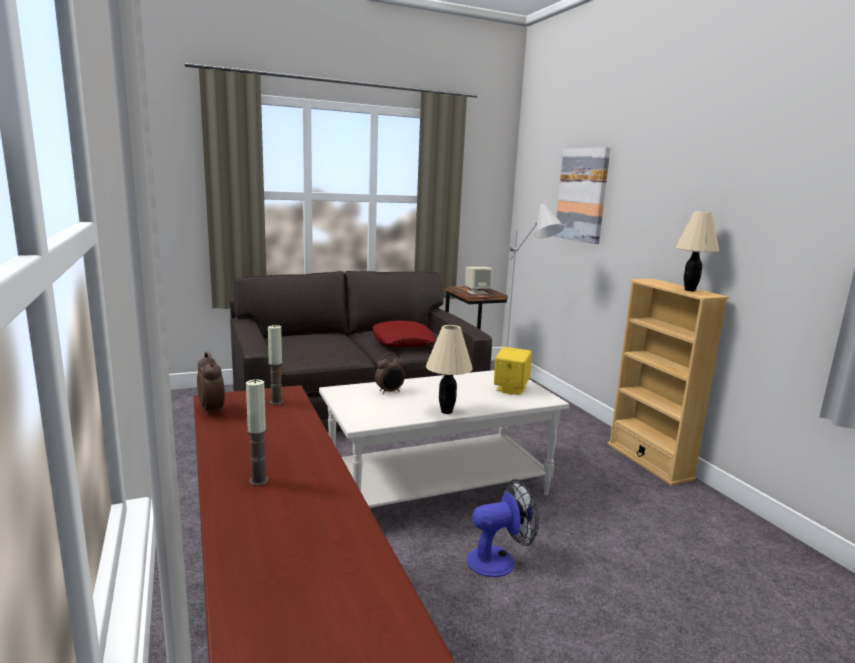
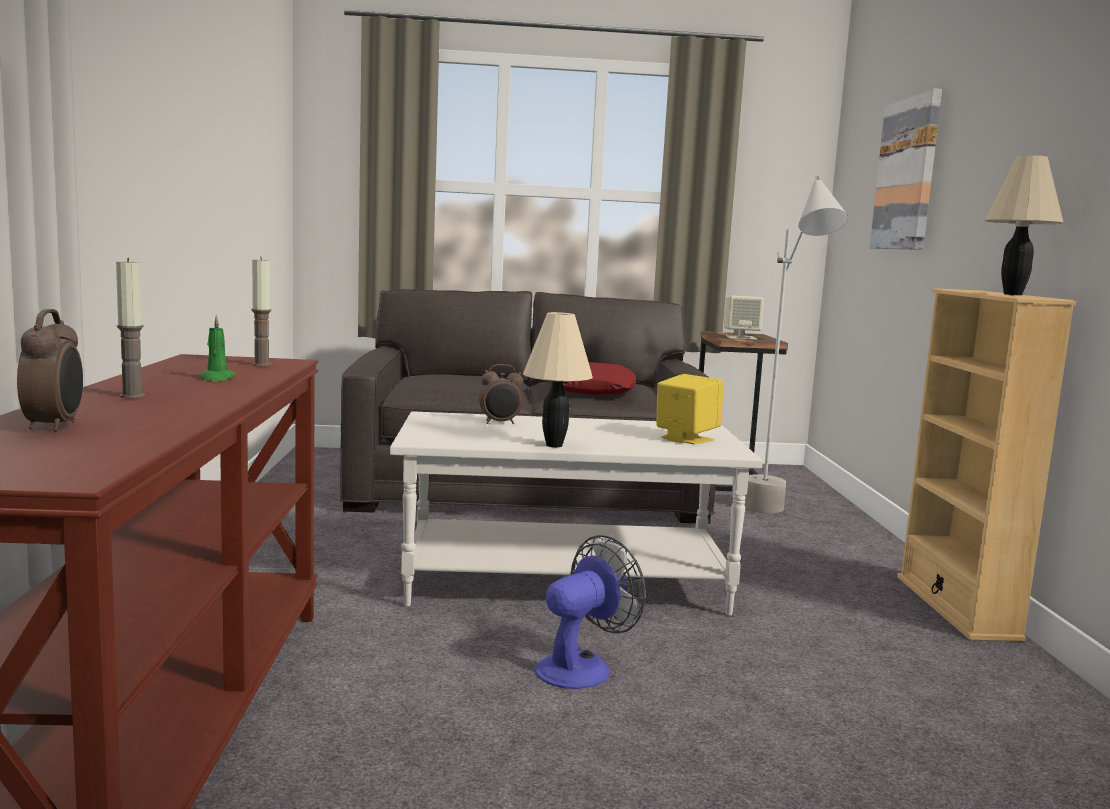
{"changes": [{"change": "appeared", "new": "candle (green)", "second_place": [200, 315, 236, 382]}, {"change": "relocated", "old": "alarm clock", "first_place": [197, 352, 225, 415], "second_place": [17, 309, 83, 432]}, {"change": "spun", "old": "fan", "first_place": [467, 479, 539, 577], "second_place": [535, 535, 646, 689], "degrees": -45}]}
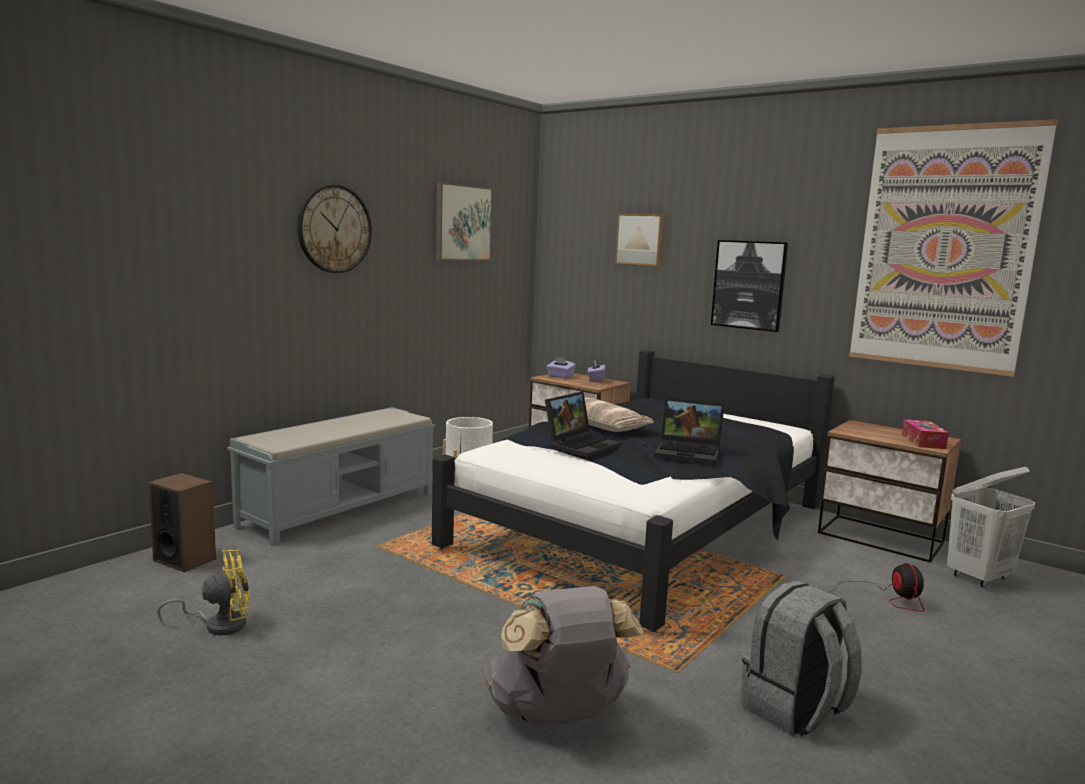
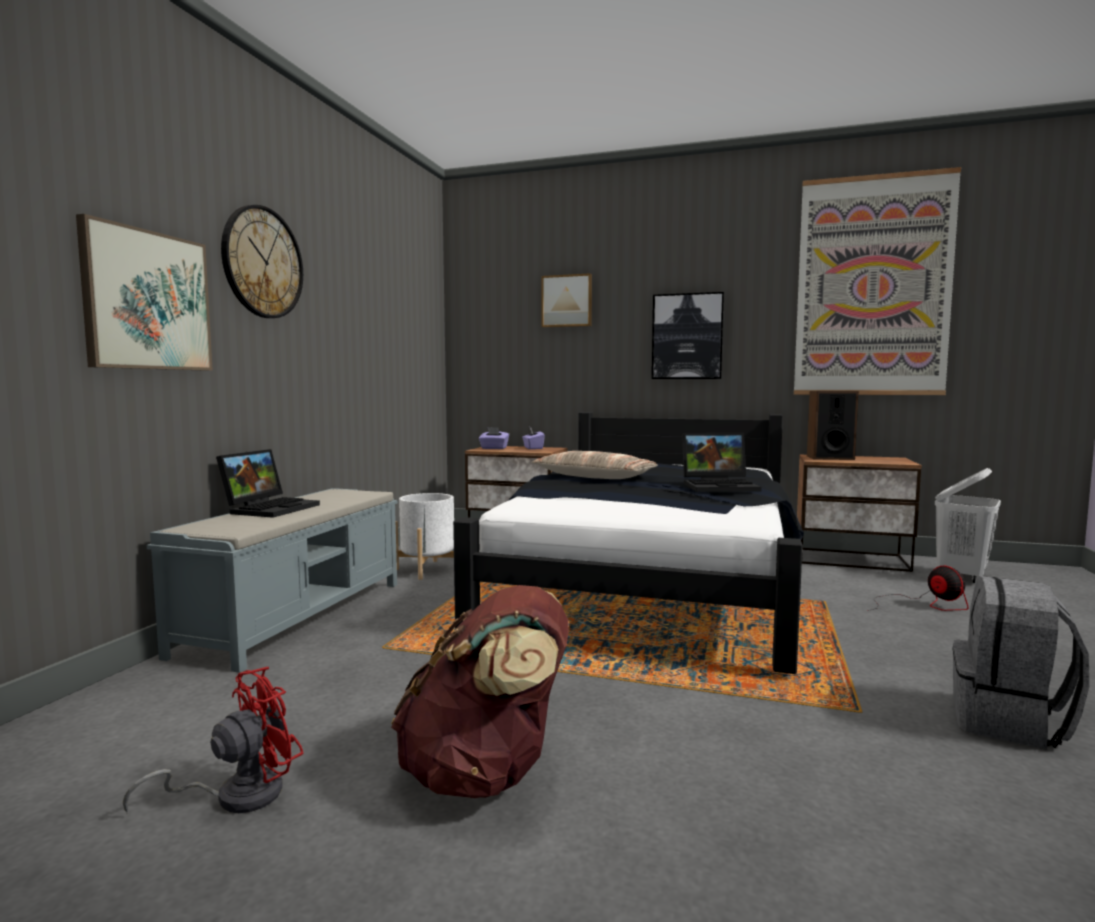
{"changes": [{"change": "missing", "old": "backpack (grey)", "first_place": [484, 586, 644, 726]}, {"change": "missing", "old": "tissue box", "first_place": [902, 419, 949, 449]}, {"change": "appeared", "new": "backpack (brown)", "second_place": [391, 585, 569, 798]}, {"change": "relocated", "old": "speaker", "first_place": [148, 473, 216, 572], "second_place": [807, 391, 859, 460]}, {"change": "relocated", "old": "picture", "first_place": [436, 182, 493, 261], "second_place": [76, 214, 213, 371]}, {"change": "relocated", "old": "laptop", "first_place": [545, 392, 621, 457], "second_place": [216, 449, 320, 518]}, {"change": "colour", "old": "fan (yellow)", "new": "fan (red)", "first_place": [157, 550, 251, 636], "second_place": [123, 667, 304, 815]}]}
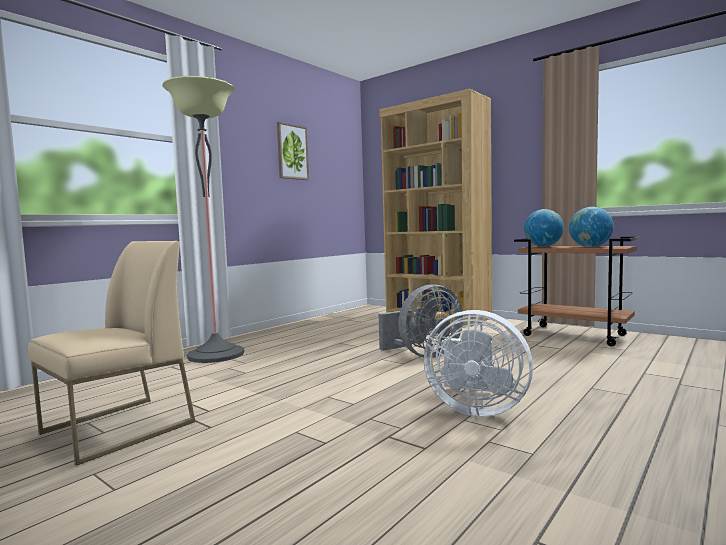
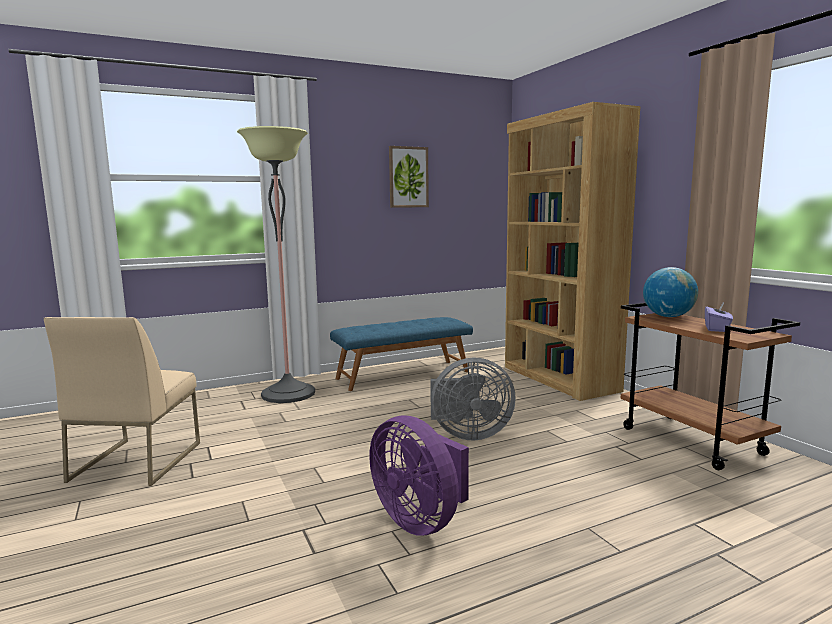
{"changes": [{"change": "appeared", "new": "bench (blue)", "second_place": [330, 317, 473, 391]}, {"change": "exchanged", "old": "globe", "new": "tissue box (purple)", "first_place": [569, 207, 614, 247], "second_place": [705, 301, 733, 332]}, {"change": "colour", "old": "fan (white)", "new": "fan (purple)", "first_place": [424, 310, 533, 417], "second_place": [369, 416, 469, 536]}, {"change": "spun", "old": "chair (beige)", "first_place": [28, 241, 196, 466], "second_place": [44, 317, 200, 486], "degrees": 120}]}
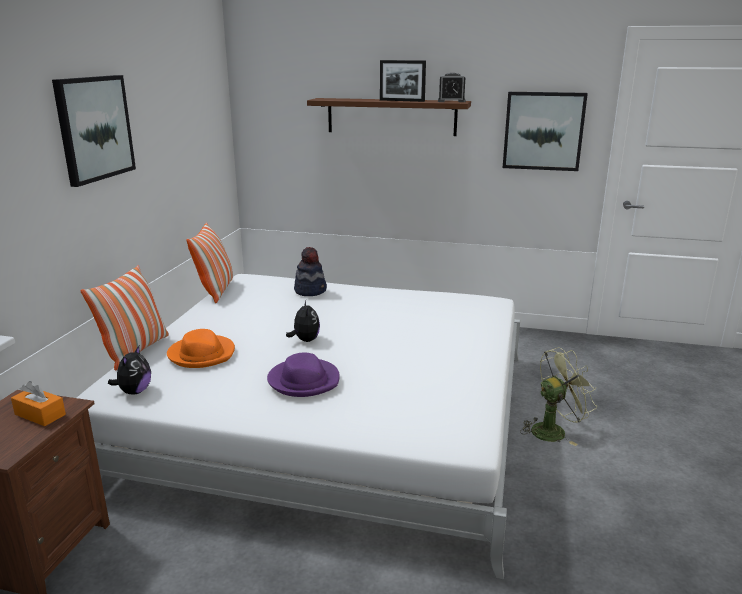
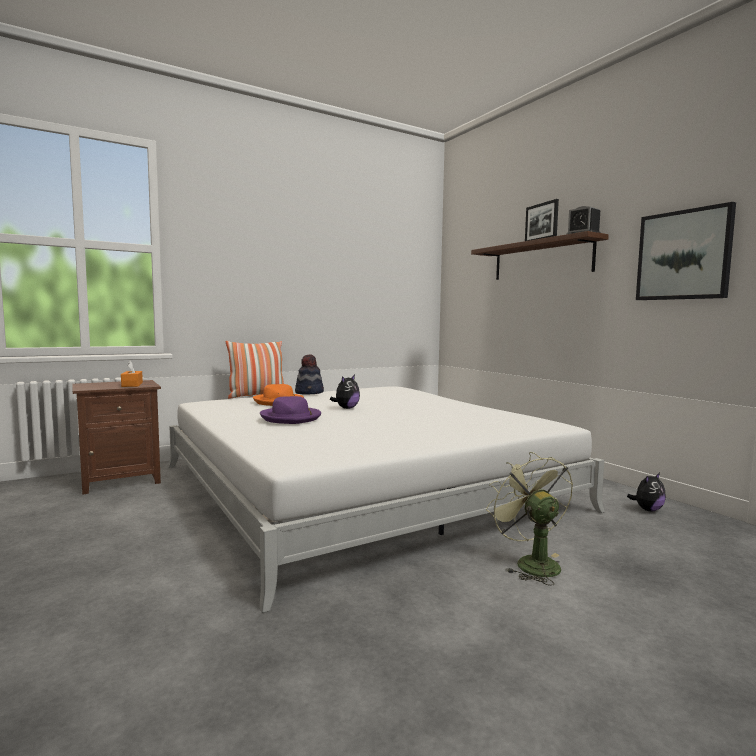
{"changes": [{"change": "missing", "old": "picture", "first_place": [52, 75, 136, 187]}, {"change": "missing", "old": "pillow", "first_place": [187, 222, 233, 303]}, {"change": "relocated", "old": "plush toy", "first_place": [108, 346, 151, 395], "second_place": [627, 473, 666, 511]}, {"change": "relocated", "old": "hat", "first_place": [294, 247, 327, 296], "second_place": [295, 355, 324, 395]}, {"change": "spun", "old": "fan (green)", "first_place": [520, 347, 597, 446], "second_place": [486, 452, 573, 586], "degrees": -135}]}
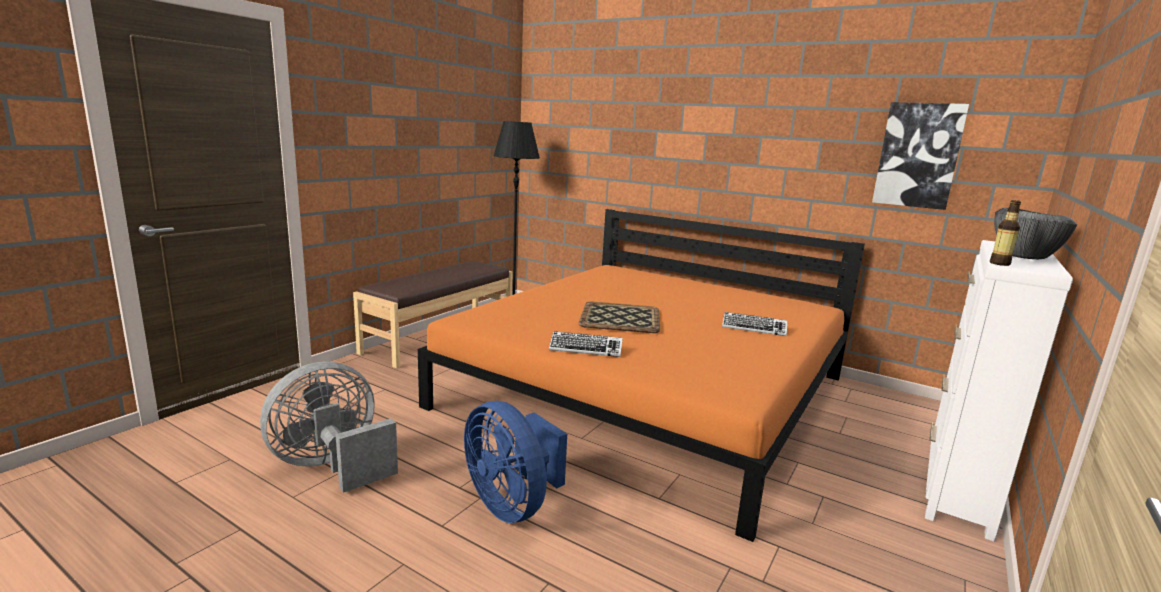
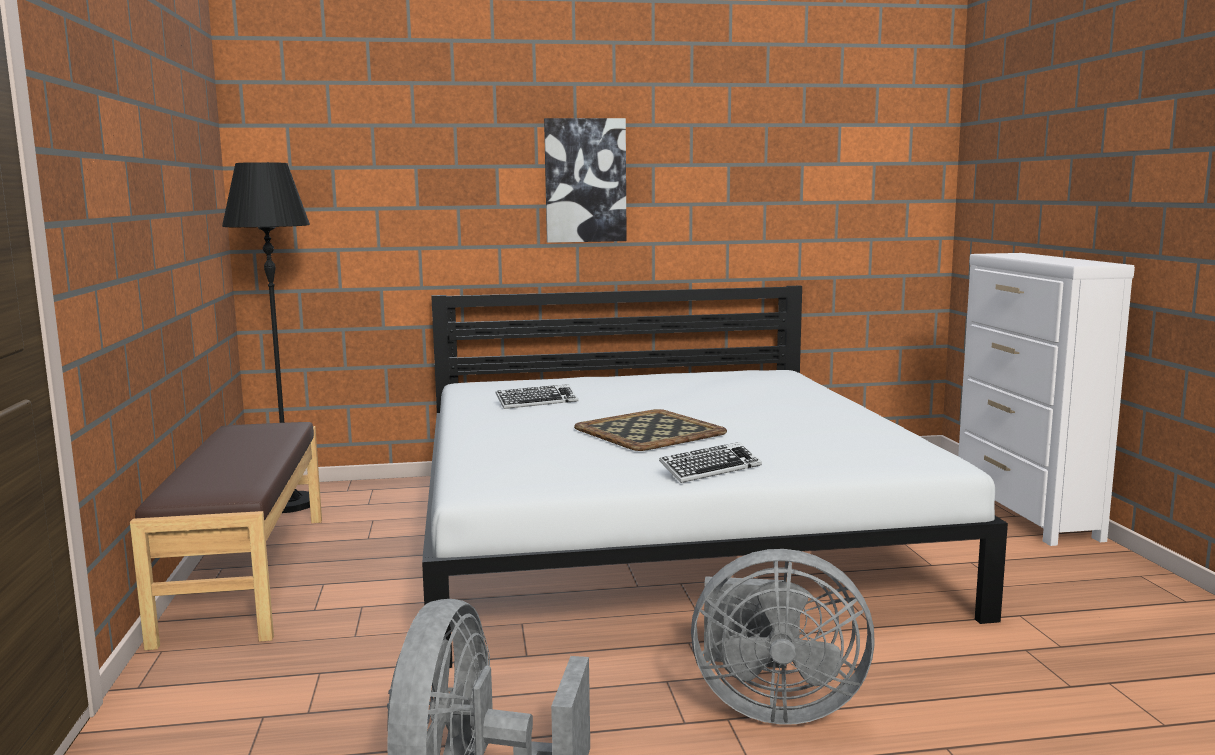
{"changes": [{"change": "missing", "old": "bottle", "first_place": [990, 200, 1021, 266]}, {"change": "missing", "old": "bowl", "first_place": [994, 208, 1077, 259]}, {"change": "relocated", "old": "keyboard", "first_place": [722, 312, 787, 336], "second_place": [496, 384, 578, 409]}, {"change": "relocated", "old": "picture", "first_place": [872, 102, 969, 210], "second_place": [544, 118, 627, 243]}, {"change": "colour", "old": "bed (orange)", "new": "bed (white)", "first_place": [418, 209, 865, 542], "second_place": [422, 286, 1008, 668]}, {"change": "colour", "old": "fan (blue)", "new": "fan (grey)", "first_place": [464, 401, 567, 523], "second_place": [691, 549, 875, 724]}]}
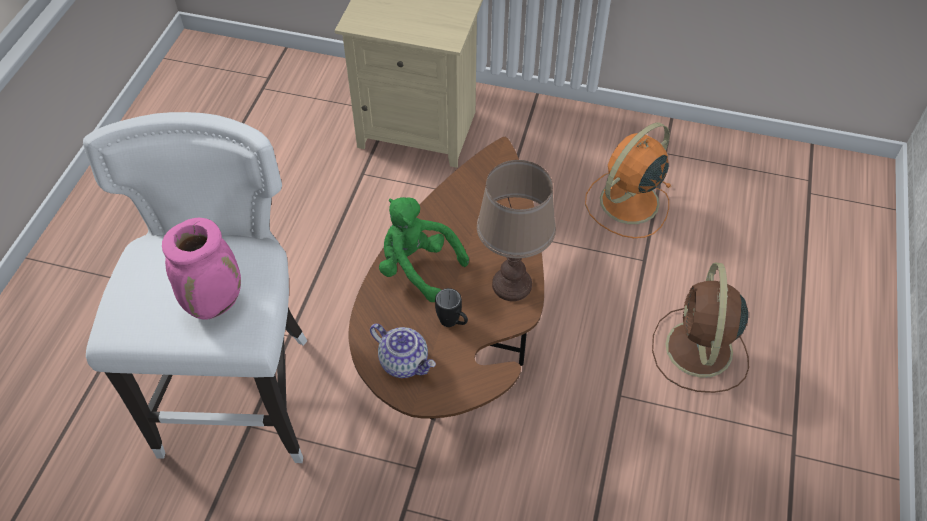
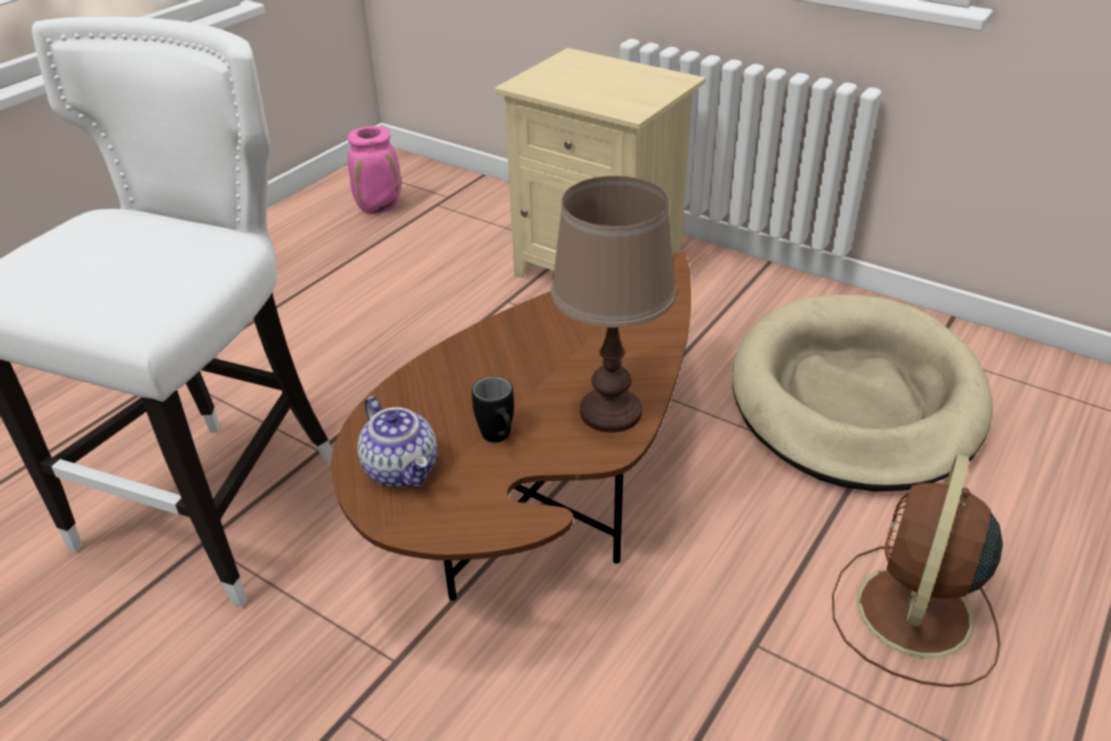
{"changes": [{"change": "missing", "old": "plush toy (green)", "first_place": [379, 197, 469, 302]}, {"change": "relocated", "old": "vase (pink)", "first_place": [162, 218, 241, 320], "second_place": [347, 126, 401, 214]}, {"change": "exchanged", "old": "fan (orange)", "new": "dog bed (beige)", "first_place": [585, 123, 672, 238], "second_place": [732, 295, 993, 492]}]}
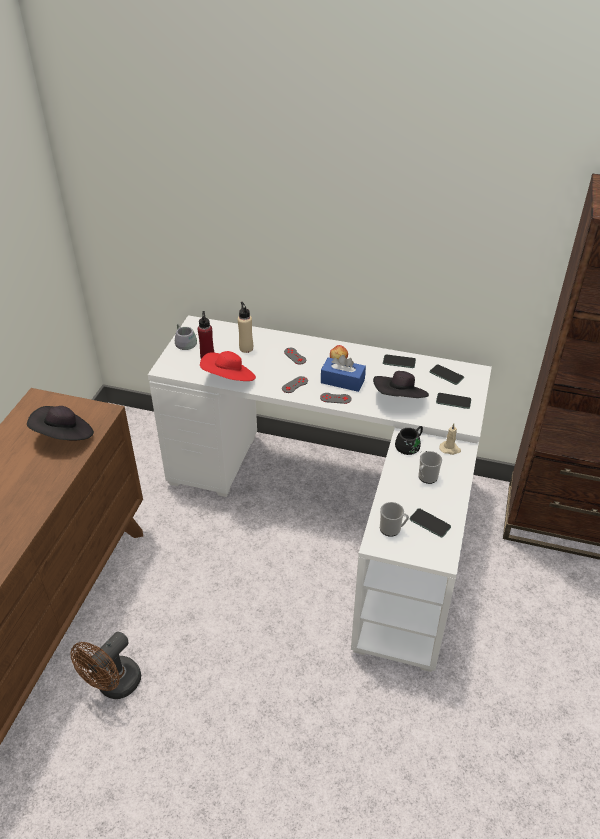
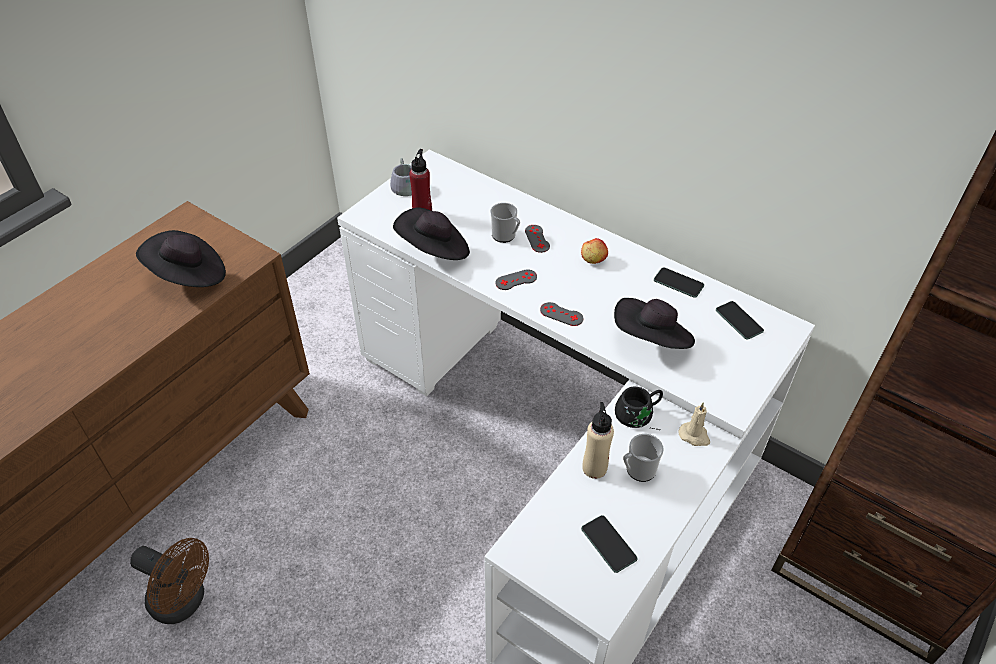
{"changes": [{"change": "missing", "old": "tissue box (blue)", "first_place": [321, 355, 366, 392]}, {"change": "missing", "old": "phone", "first_place": [436, 393, 471, 409]}, {"change": "relocated", "old": "bottle (beige)", "first_place": [238, 302, 253, 353], "second_place": [582, 402, 614, 479]}, {"change": "relocated", "old": "mug", "first_place": [380, 502, 409, 537], "second_place": [491, 203, 520, 243]}, {"change": "colour", "old": "hat (red)", "new": "hat (black)", "first_place": [200, 351, 256, 381], "second_place": [393, 207, 470, 260]}, {"change": "spun", "old": "fan (brown)", "first_place": [71, 632, 141, 699], "second_place": [130, 538, 209, 624], "degrees": -120}]}
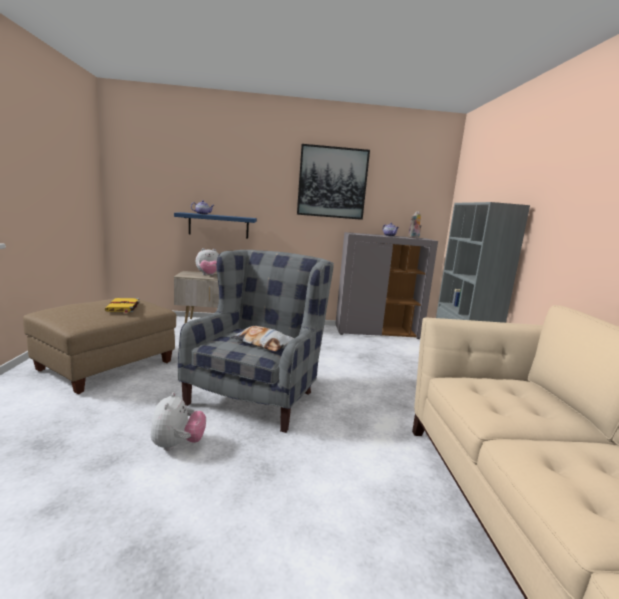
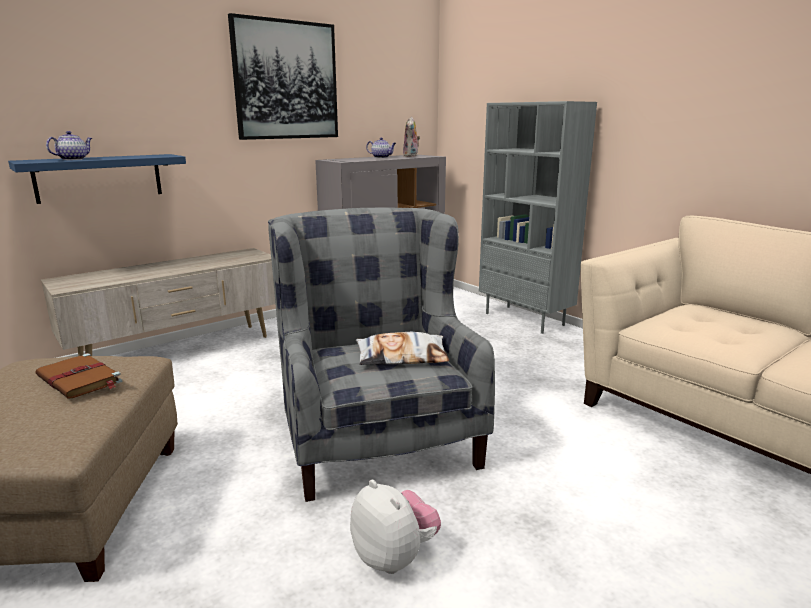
{"changes": [{"change": "missing", "old": "plush toy", "first_place": [196, 248, 219, 275]}, {"change": "colour", "old": "book (yellow)", "new": "book (brown)", "first_place": [105, 298, 140, 313], "second_place": [35, 353, 122, 399]}]}
